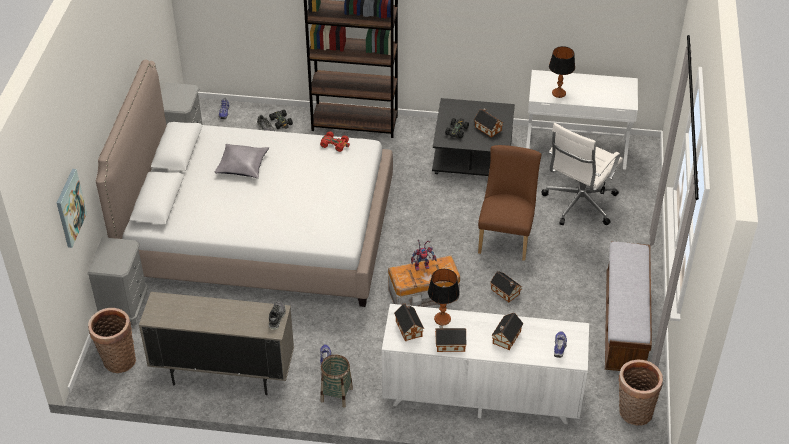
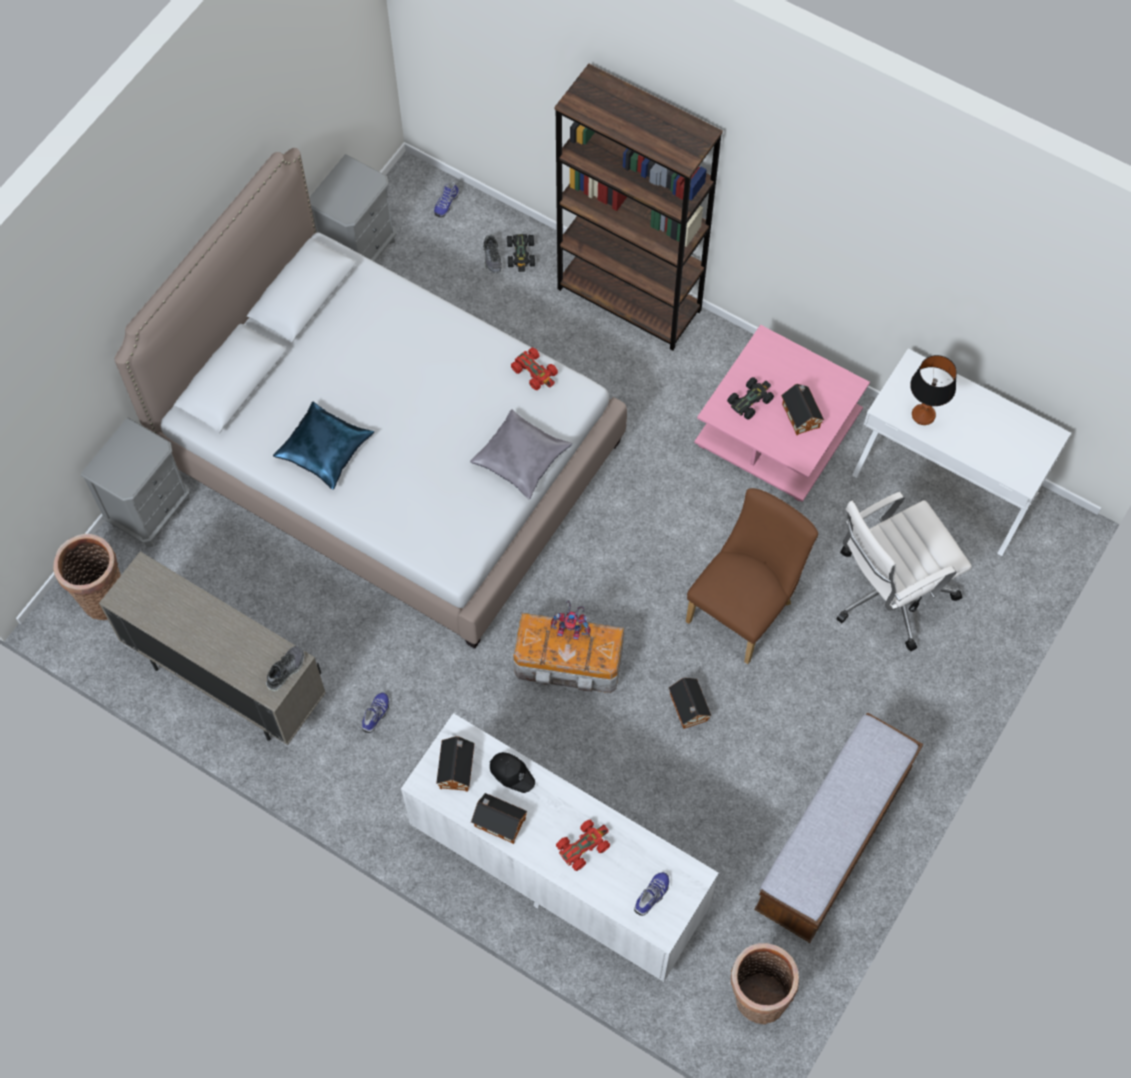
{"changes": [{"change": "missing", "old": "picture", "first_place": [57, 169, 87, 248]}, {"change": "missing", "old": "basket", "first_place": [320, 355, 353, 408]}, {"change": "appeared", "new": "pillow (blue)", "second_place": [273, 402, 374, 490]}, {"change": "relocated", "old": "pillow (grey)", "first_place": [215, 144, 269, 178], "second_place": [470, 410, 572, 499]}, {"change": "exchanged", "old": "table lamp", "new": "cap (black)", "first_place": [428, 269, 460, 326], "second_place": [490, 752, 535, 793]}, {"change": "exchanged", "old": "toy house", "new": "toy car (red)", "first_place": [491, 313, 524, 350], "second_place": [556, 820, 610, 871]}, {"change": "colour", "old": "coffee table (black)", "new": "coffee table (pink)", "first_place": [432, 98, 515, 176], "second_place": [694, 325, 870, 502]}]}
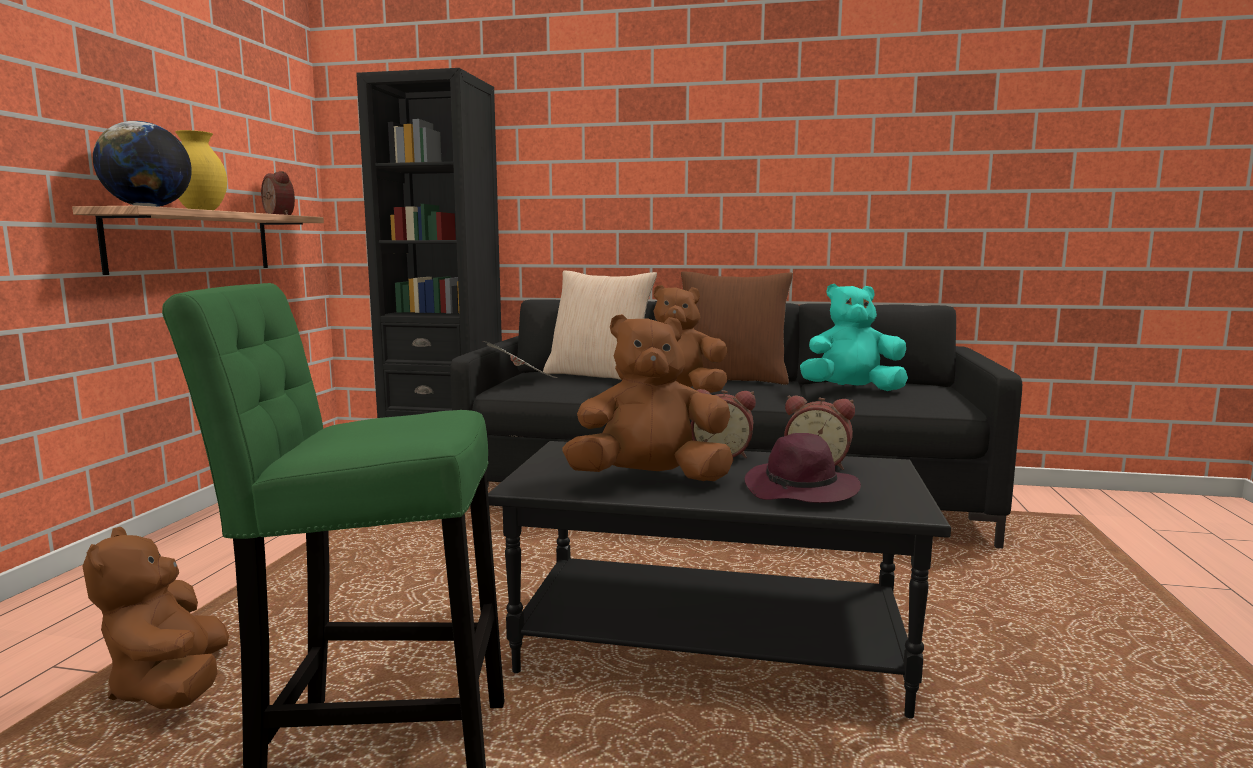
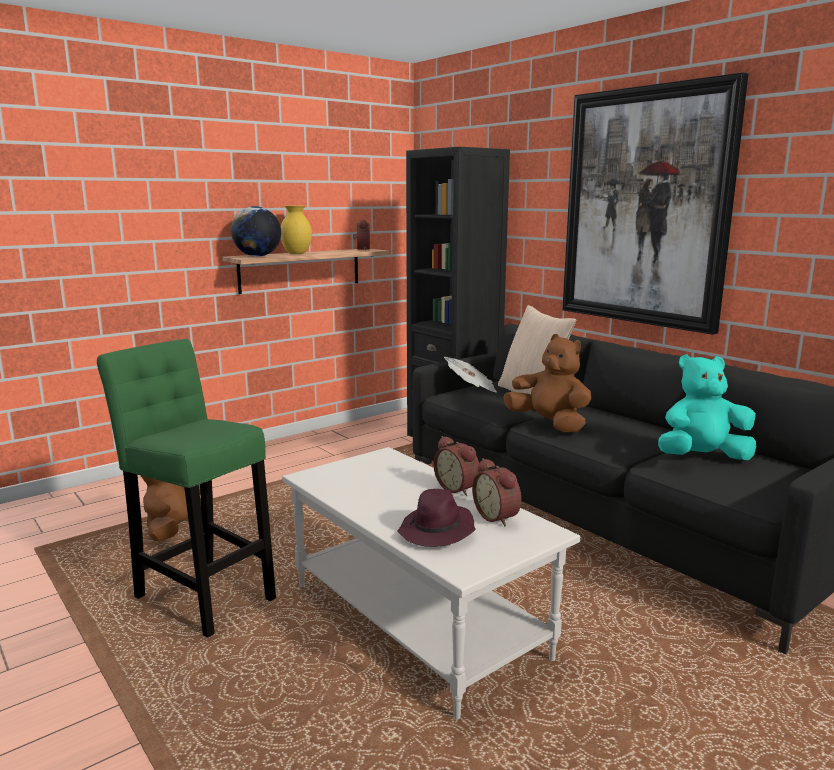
{"changes": [{"change": "missing", "old": "plush toy (brown)", "first_place": [562, 314, 733, 481]}, {"change": "missing", "old": "pillow (brown)", "first_place": [681, 271, 793, 385]}, {"change": "appeared", "new": "picture", "second_place": [562, 72, 748, 335]}, {"change": "colour", "old": "coffee table (black)", "new": "coffee table (white)", "first_place": [488, 441, 951, 718], "second_place": [282, 447, 580, 720]}, {"change": "spun", "old": "plush toy (turquoise)", "first_place": [800, 284, 908, 391], "second_place": [658, 354, 756, 460], "degrees": -45}]}
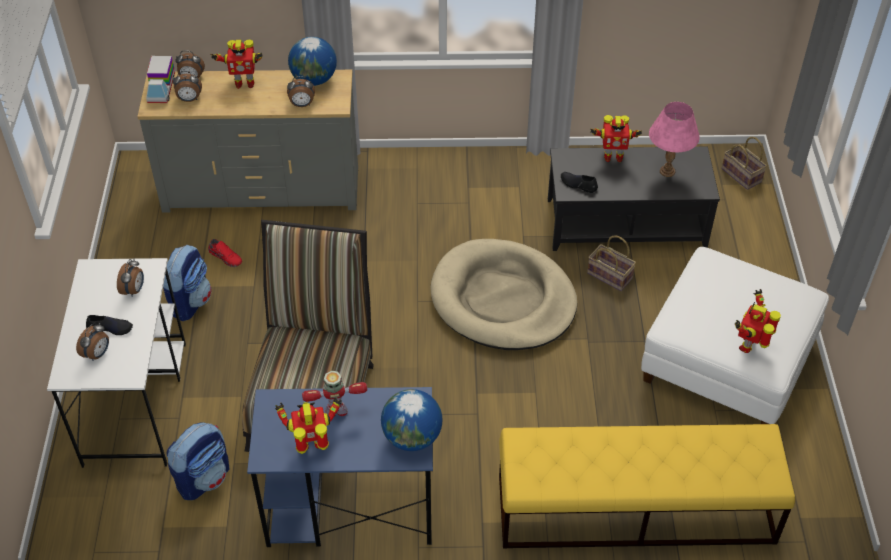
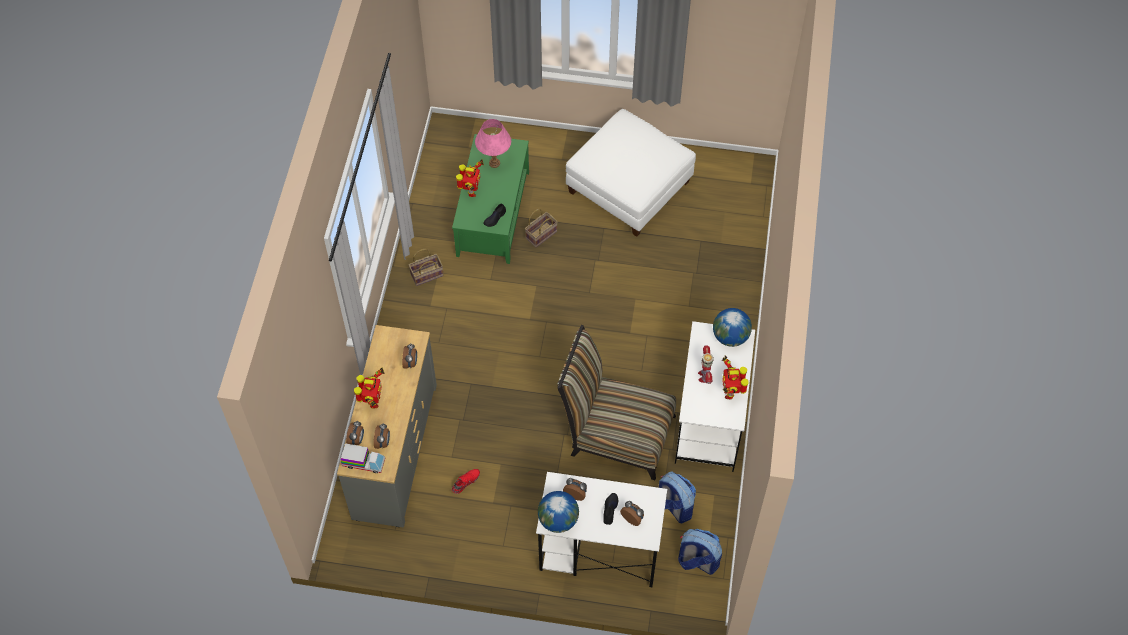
{"changes": [{"change": "missing", "old": "dog bed (beige)", "first_place": [431, 239, 577, 350]}, {"change": "missing", "old": "bench (yellow)", "first_place": [499, 424, 795, 549]}, {"change": "missing", "old": "toy robot", "first_place": [735, 289, 781, 353]}, {"change": "relocated", "old": "backpack", "first_place": [163, 245, 212, 321], "second_place": [678, 529, 722, 575]}, {"change": "relocated", "old": "globe", "first_place": [288, 37, 337, 86], "second_place": [538, 491, 579, 533]}, {"change": "relocated", "old": "basket", "first_place": [722, 137, 767, 190], "second_place": [409, 249, 444, 286]}, {"change": "colour", "old": "desk (blue)", "new": "desk (white)", "first_place": [247, 387, 433, 547], "second_place": [675, 321, 755, 472]}, {"change": "colour", "old": "coffee table (black)", "new": "coffee table (green)", "first_place": [548, 147, 720, 251], "second_place": [452, 134, 529, 264]}]}
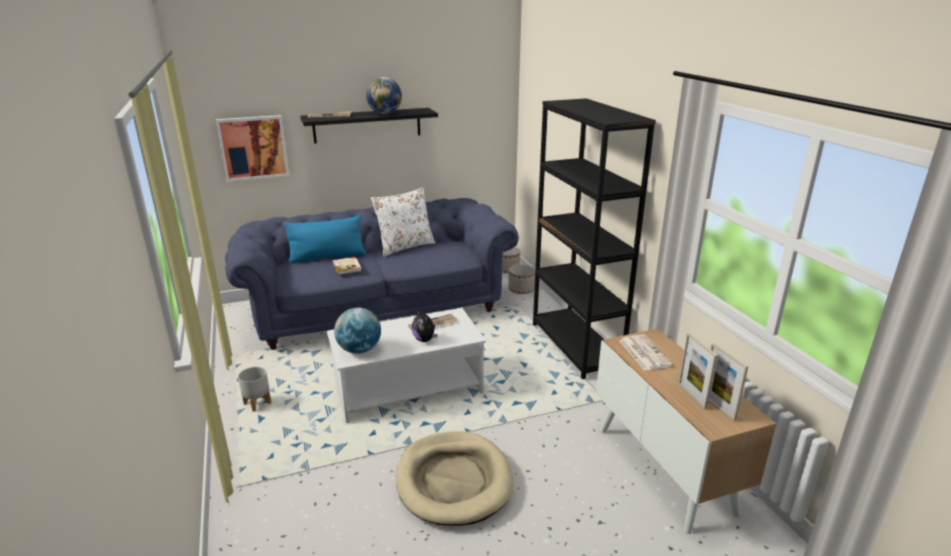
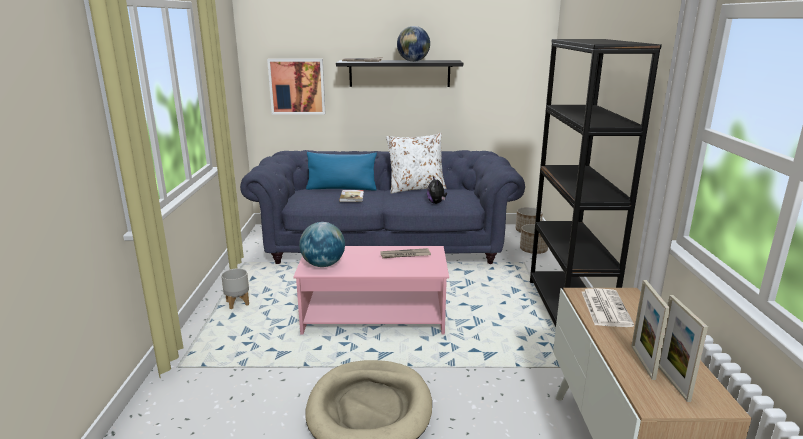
{"changes": [{"change": "relocated", "old": "plush toy", "first_place": [412, 309, 437, 342], "second_place": [427, 177, 447, 204]}, {"change": "colour", "old": "coffee table (white)", "new": "coffee table (pink)", "first_place": [327, 308, 486, 423], "second_place": [293, 246, 449, 335]}]}
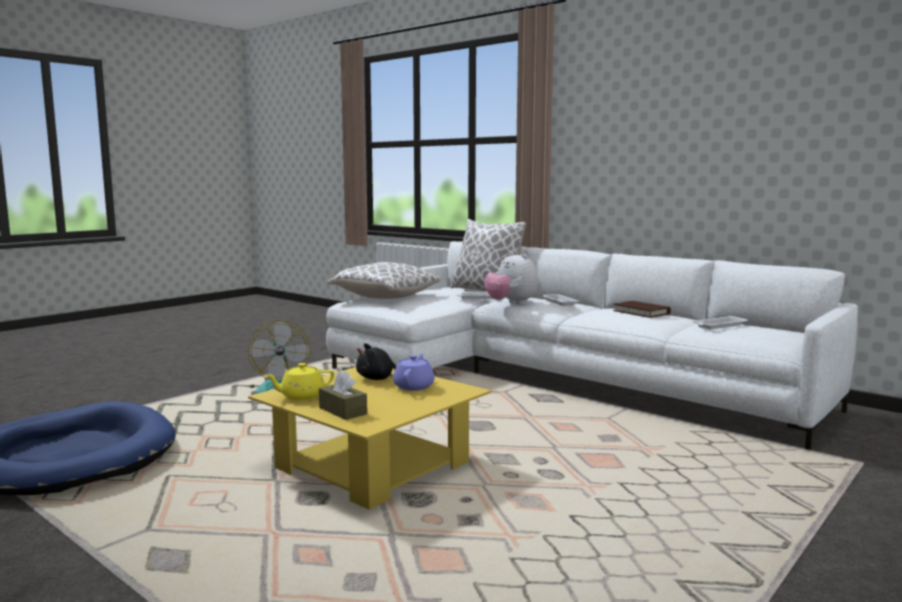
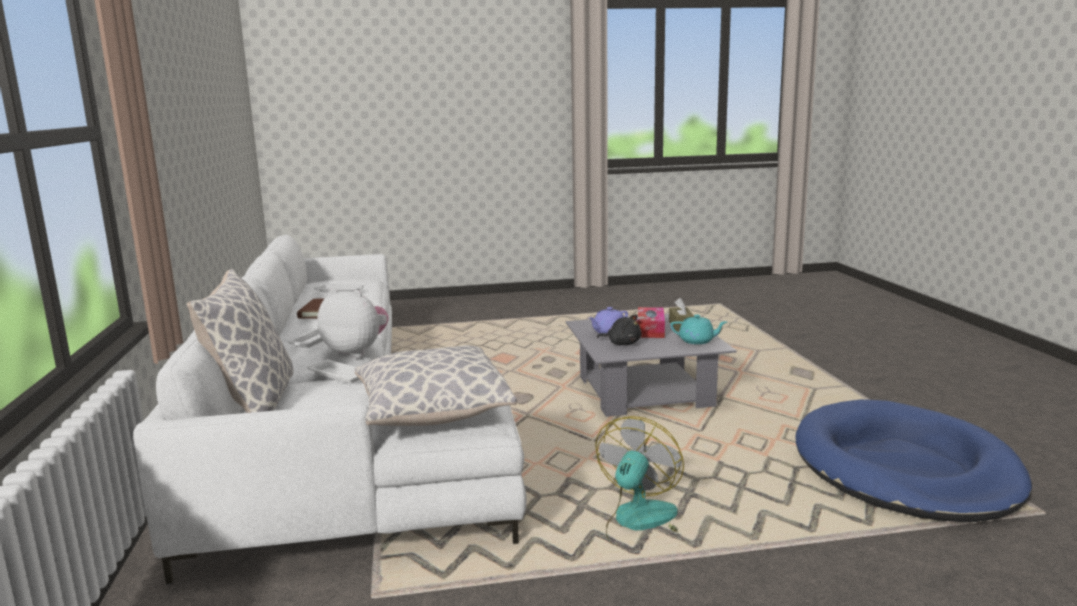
{"changes": [{"change": "appeared", "new": "tissue box", "second_place": [638, 307, 665, 338]}, {"change": "colour", "old": "coffee table (yellow)", "new": "coffee table (grey)", "first_place": [248, 367, 491, 510], "second_place": [566, 314, 737, 417]}, {"change": "colour", "old": "teapot (yellow)", "new": "teapot (turquoise)", "first_place": [265, 363, 334, 400], "second_place": [670, 314, 727, 344]}, {"change": "spun", "old": "plush toy", "first_place": [484, 252, 538, 305], "second_place": [318, 288, 388, 358], "degrees": -75}]}
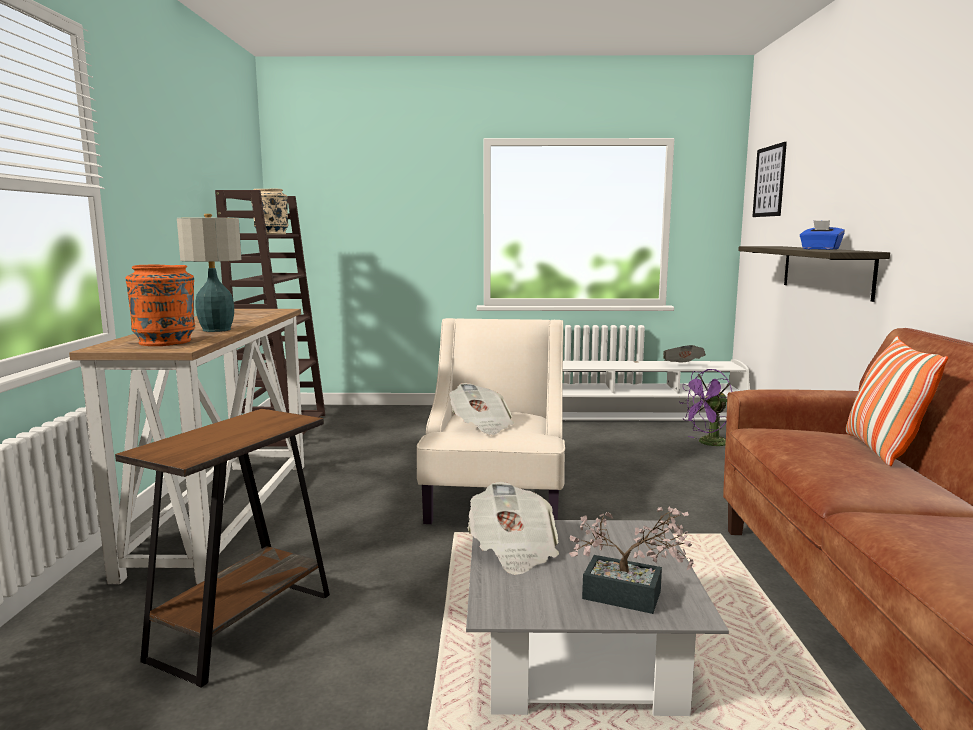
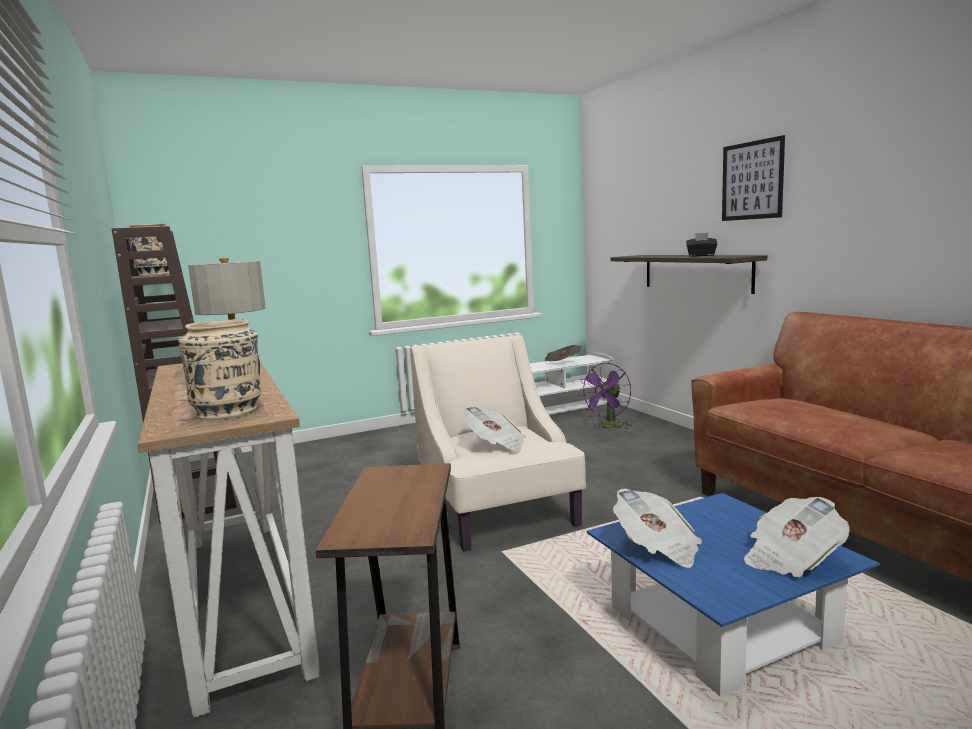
{"changes": [{"change": "missing", "old": "pillow", "first_place": [846, 336, 948, 466]}, {"change": "relocated", "old": "picture", "first_place": [752, 142, 787, 217], "second_place": [722, 135, 785, 221]}, {"change": "exchanged", "old": "potted plant", "new": "newspaper", "first_place": [569, 506, 694, 614], "second_place": [744, 497, 849, 577]}, {"change": "colour", "old": "vase (orange)", "new": "vase (beige)", "first_place": [126, 265, 195, 346], "second_place": [178, 319, 262, 420]}, {"change": "colour", "old": "coffee table (grey)", "new": "coffee table (blue)", "first_place": [466, 520, 729, 716], "second_place": [587, 493, 880, 696]}, {"change": "colour", "old": "tissue box (blue)", "new": "tissue box (black)", "first_place": [800, 220, 845, 250], "second_place": [686, 233, 717, 257]}]}
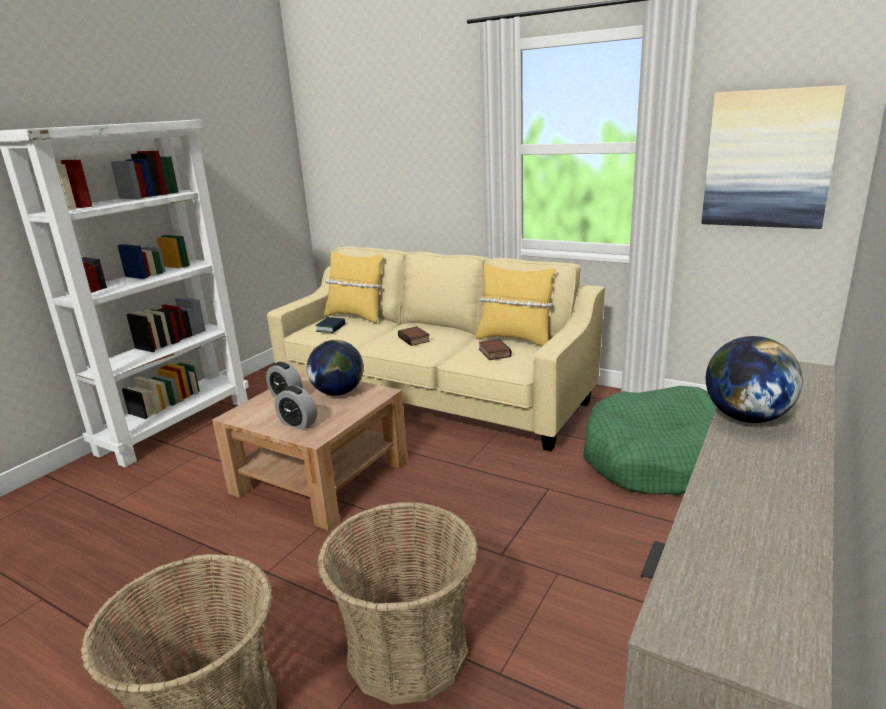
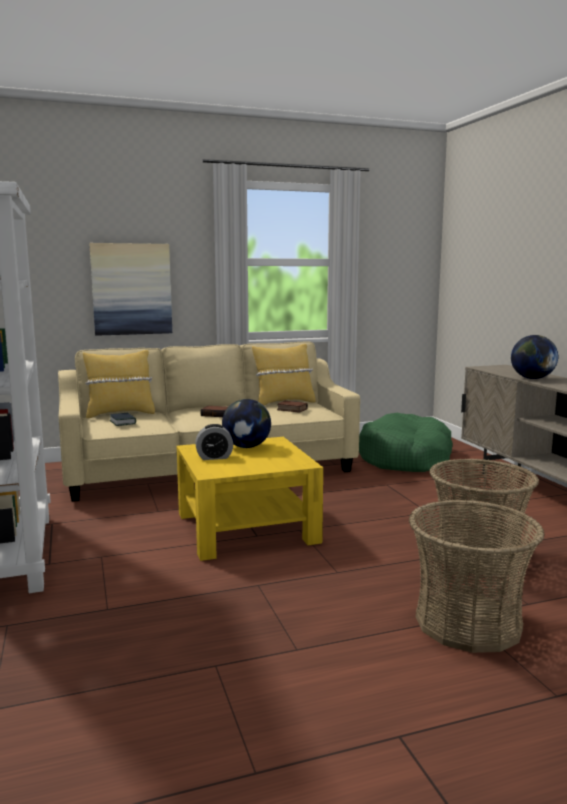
{"changes": [{"change": "missing", "old": "alarm clock", "first_place": [275, 386, 317, 430]}, {"change": "relocated", "old": "picture", "first_place": [702, 85, 846, 229], "second_place": [90, 243, 172, 336]}, {"change": "colour", "old": "coffee table (brown)", "new": "coffee table (yellow)", "first_place": [212, 370, 408, 530], "second_place": [177, 437, 323, 561]}]}
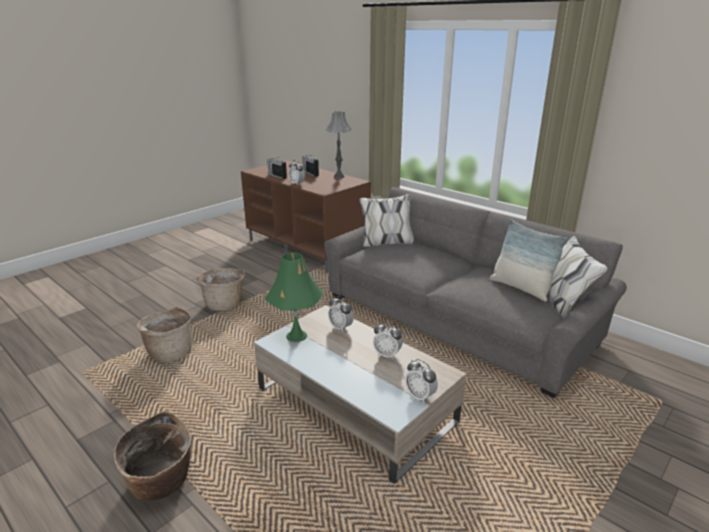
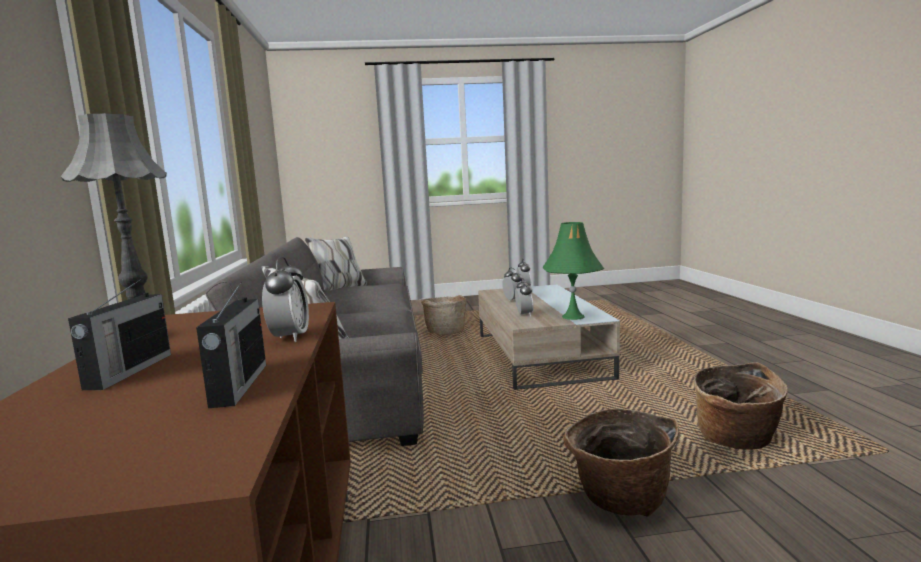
{"changes": [{"change": "missing", "old": "pillow", "first_place": [489, 219, 569, 302]}, {"change": "relocated", "old": "basket", "first_place": [114, 411, 191, 501], "second_place": [421, 295, 467, 335]}]}
